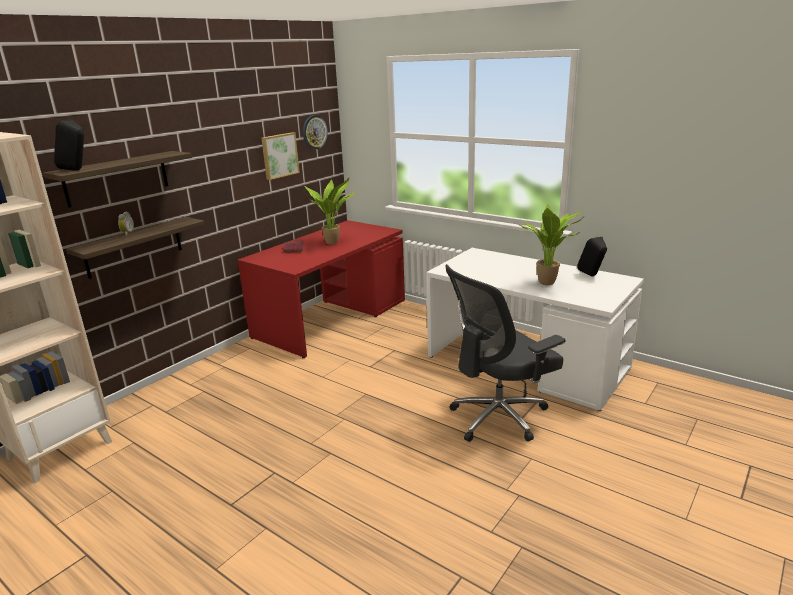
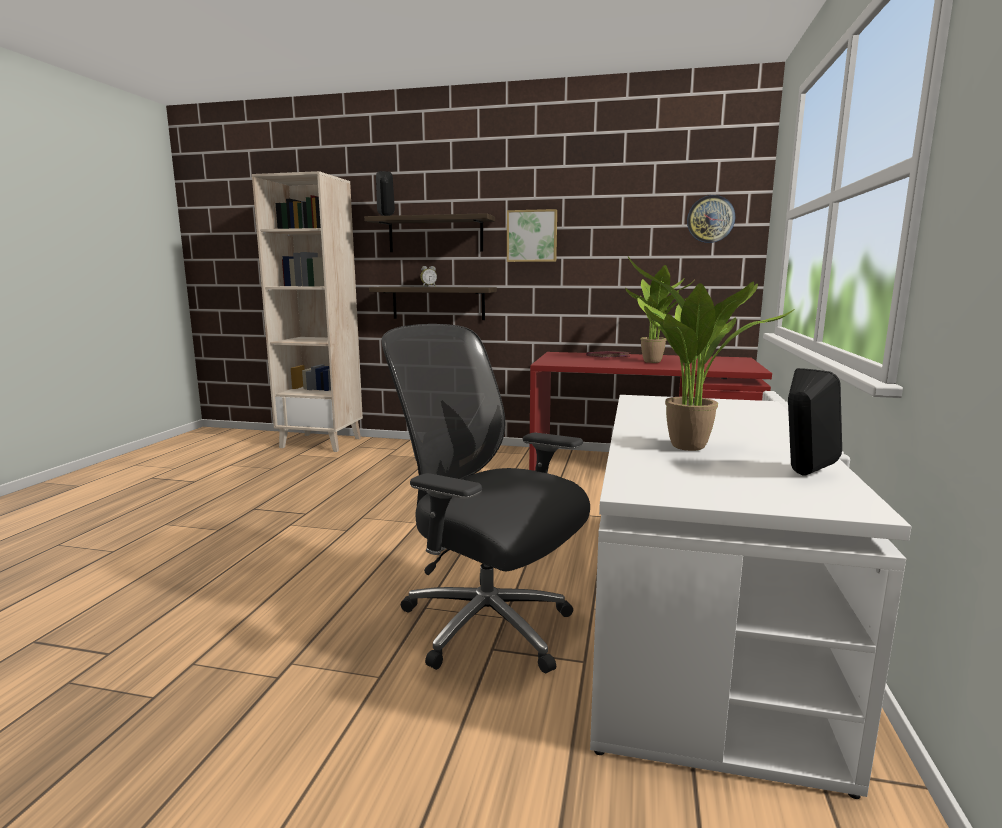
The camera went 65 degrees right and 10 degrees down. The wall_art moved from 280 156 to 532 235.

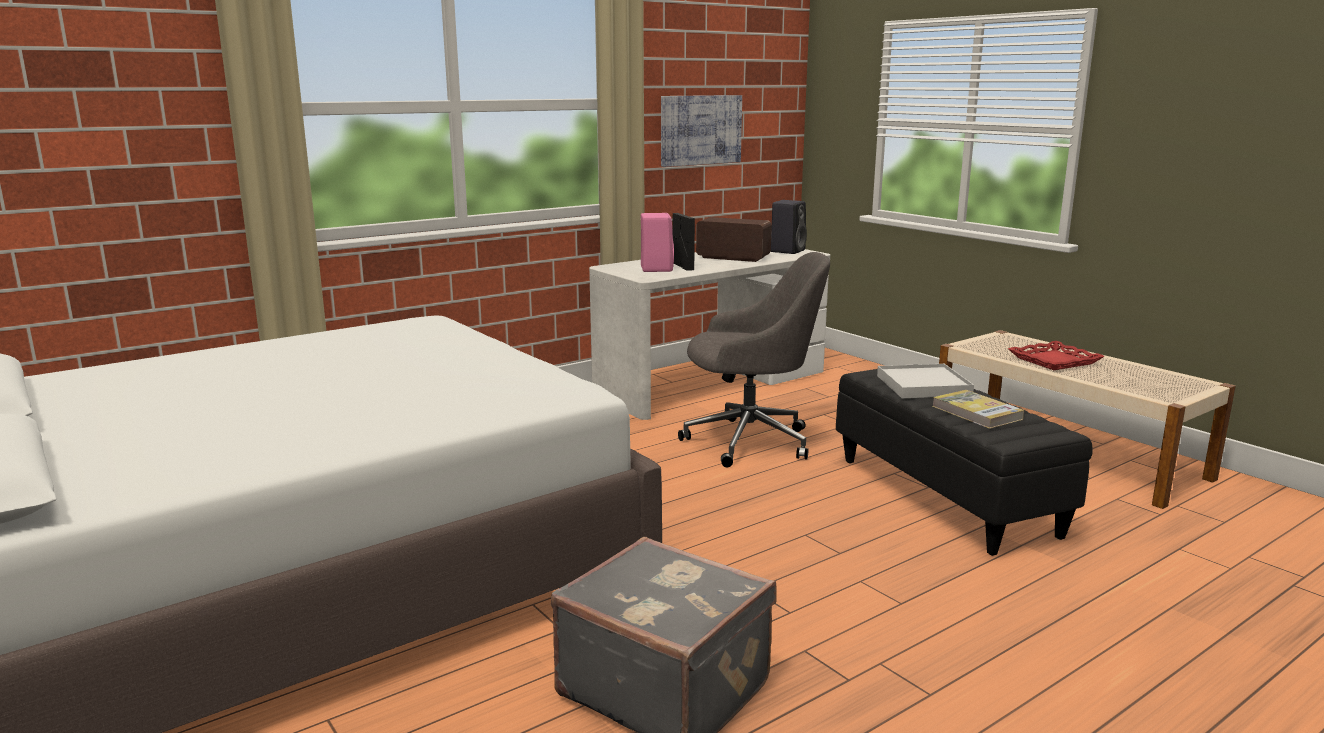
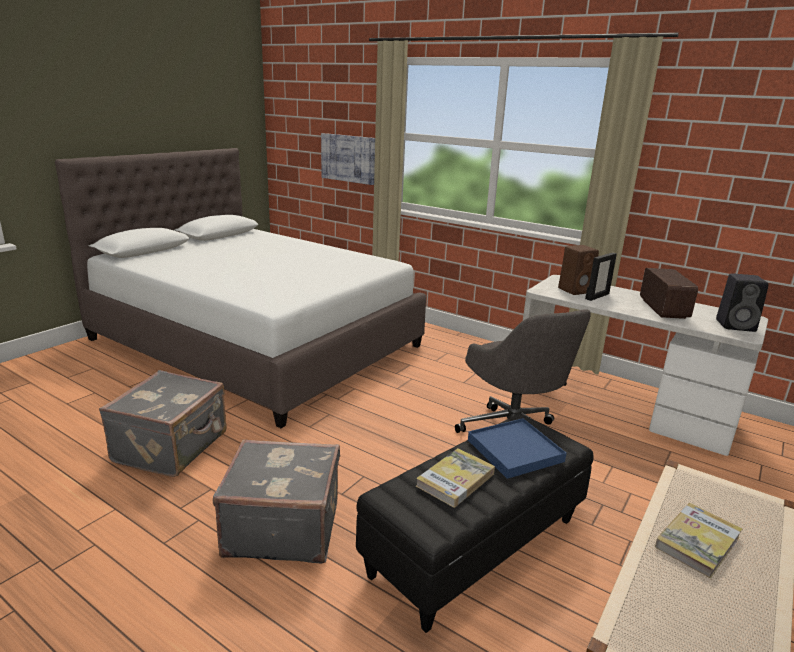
The camera went 70 degrees right and 5 degrees up. The greyish_travel_case at 276 501 appeared. The wall_art moved from 701 131 to 348 159. The white_carrying_tray at 925 381 became the bluish_carrying_tray at 517 448. The pink-coloured_audio_speaker at 657 242 became the brownish_audio_speaker at 578 270. The red-coloured_carrying_tray at 1056 355 was replaced by the bound_book at 698 541.

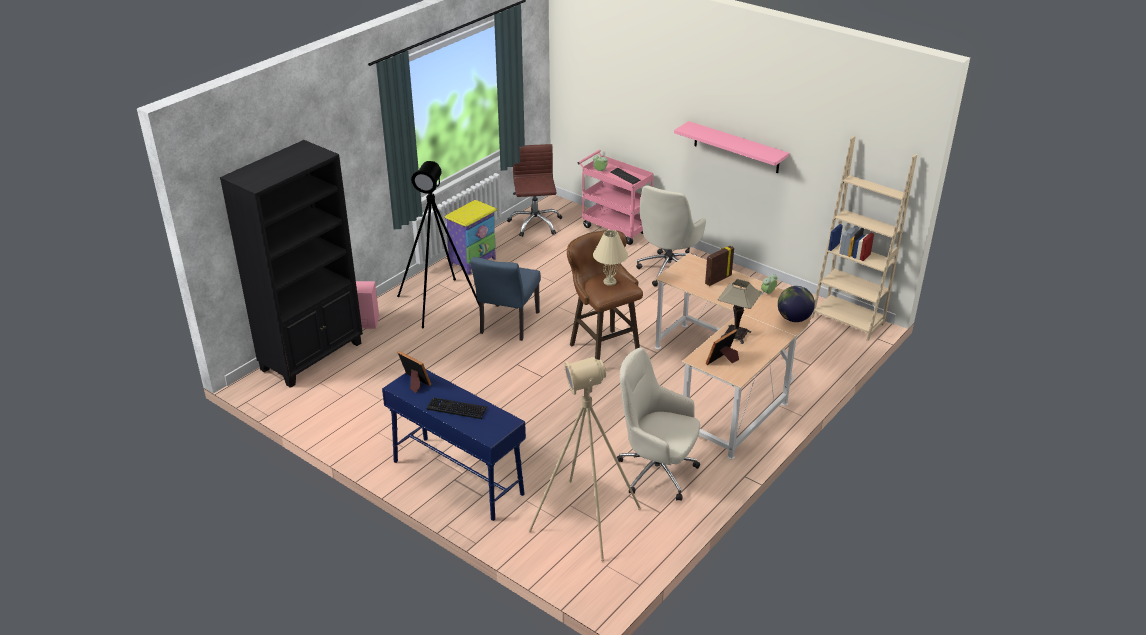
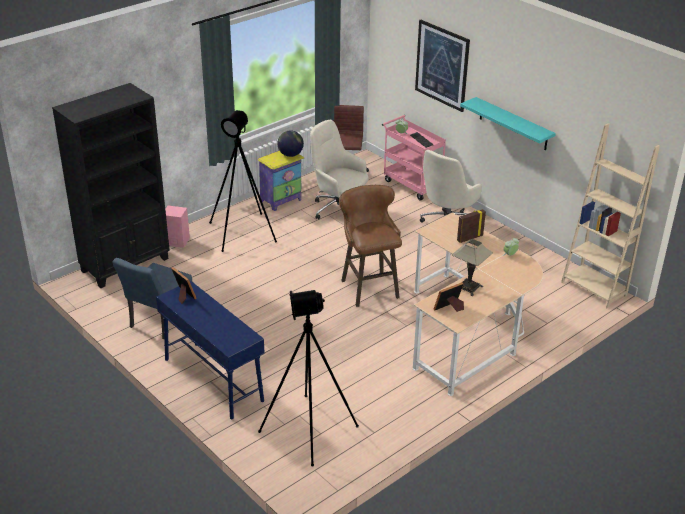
The camera went 10 degrees right and 0 degrees up. The bluish_chair moved from 505 299 to 152 298. The beige_standing_lamp at 585 459 became the black_standing_lamp at 308 378. The world_globe moved from 796 304 to 290 144. The beige_office_chair moved from 658 424 to 339 169. The wall_art at 442 66 appeared. The pink-coloured_wall_shelf at 731 147 became the blue-green_wall_shelf at 508 123. The computer_keyboard at 457 408 disappeared. The beige_table_lamp at 610 258 disappeared.

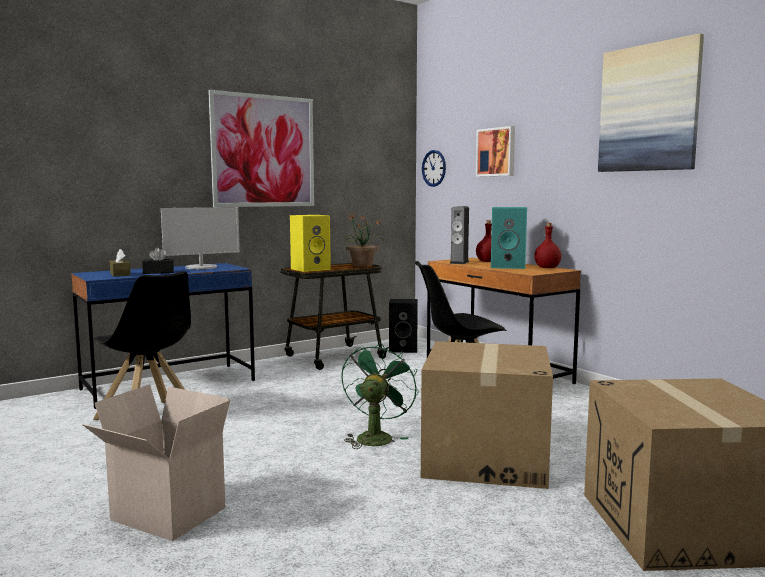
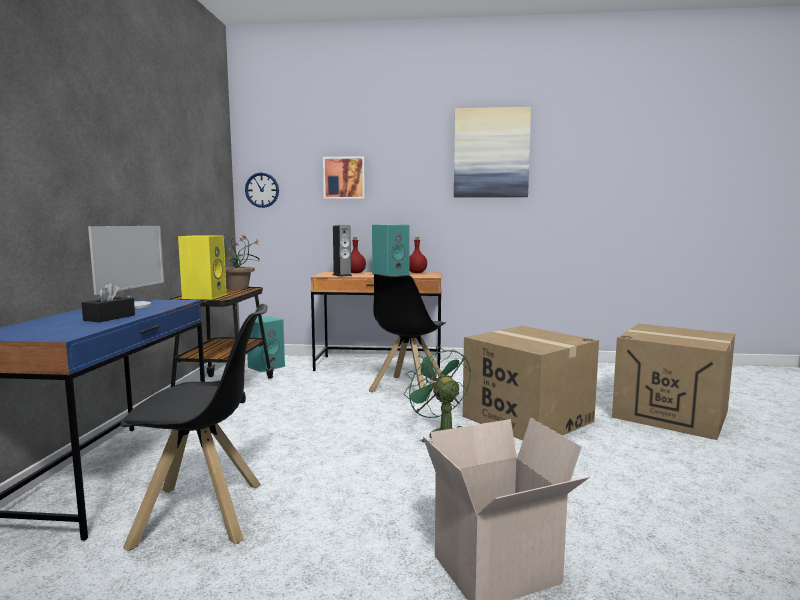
The camera went 50 degrees left and 0 degrees up. The black_audio_speaker at 403 326 became the blue-green_audio_speaker at 266 344. The brownish_tissue_holder at 120 263 disappeared. The wall_art at 261 148 disappeared.

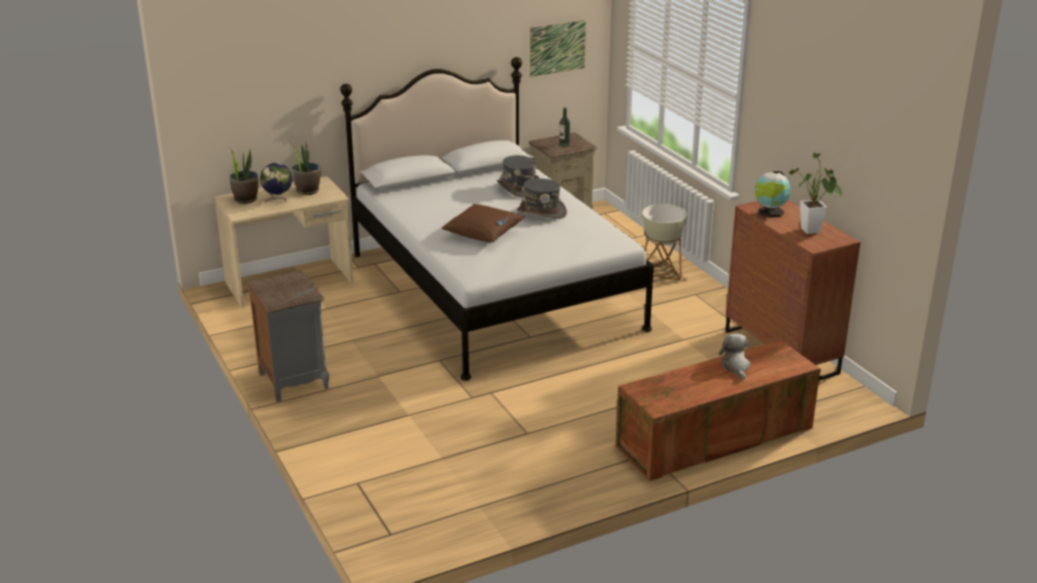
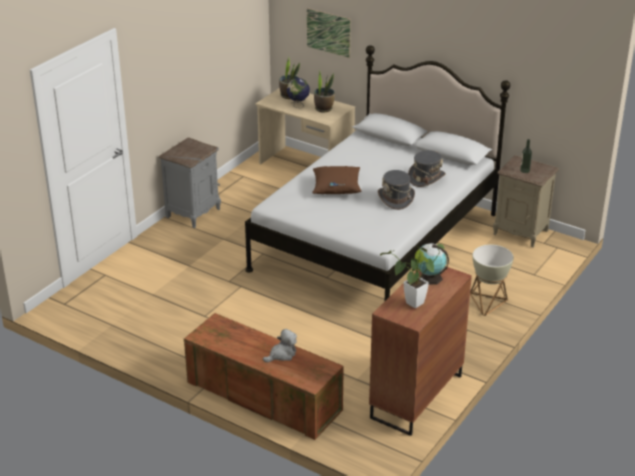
The camera went 60 degrees right and 5 degrees up. The wall_art moved from 558 48 to 329 33.

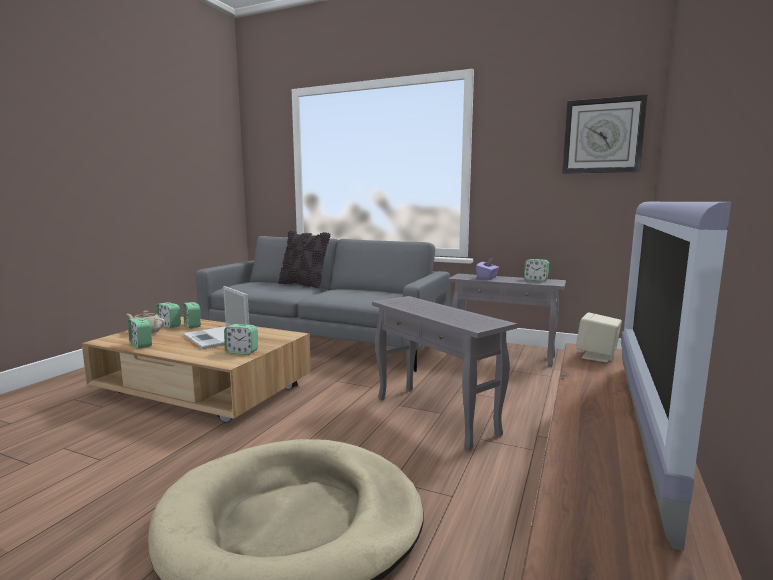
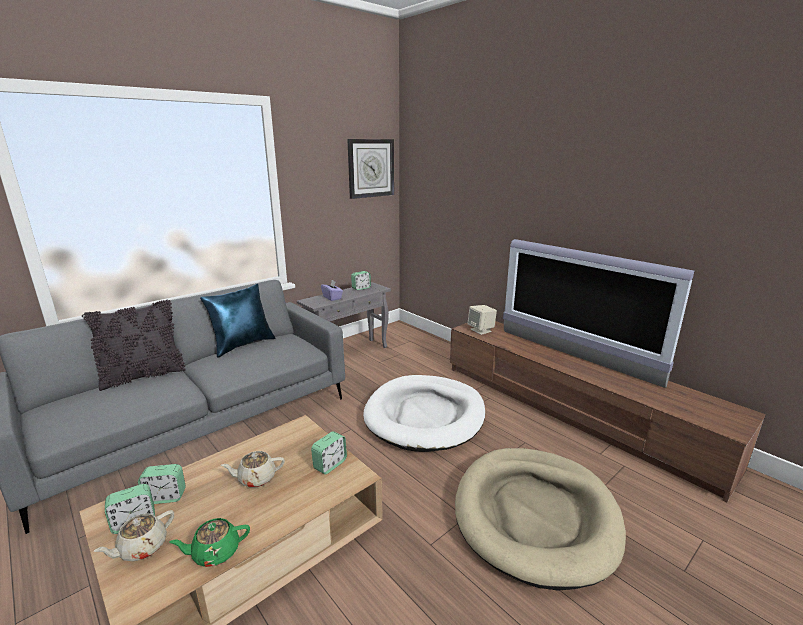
The camera went 65 degrees left and 10 degrees up. The alarm_clock at 140 333 was replaced by the greenish_tea_pot at 209 542. The bluish_cushion at 238 321 appeared. The laptop at 216 317 was replaced by the beige_tea_pot at 253 469. The greyish_accent_table at 444 373 was replaced by the white_pet_bed at 424 413.

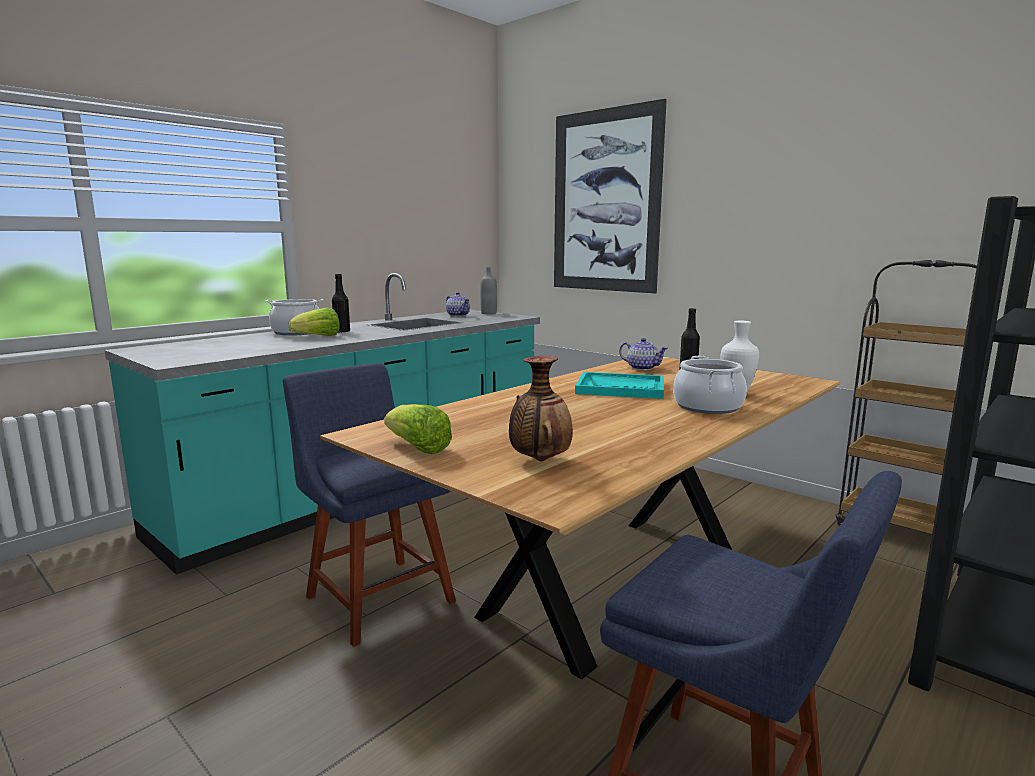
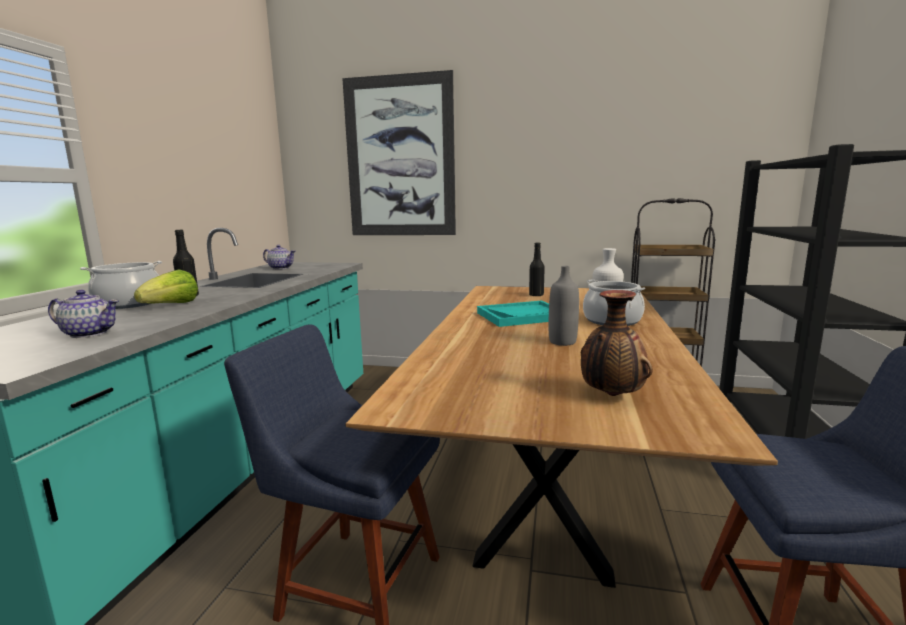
The camera went 30 degrees left and 0 degrees up. The tea_pot moved from 643 354 to 83 314. The greyish_drink_bottle moved from 488 290 to 564 306. The lettuce at 418 429 disappeared.

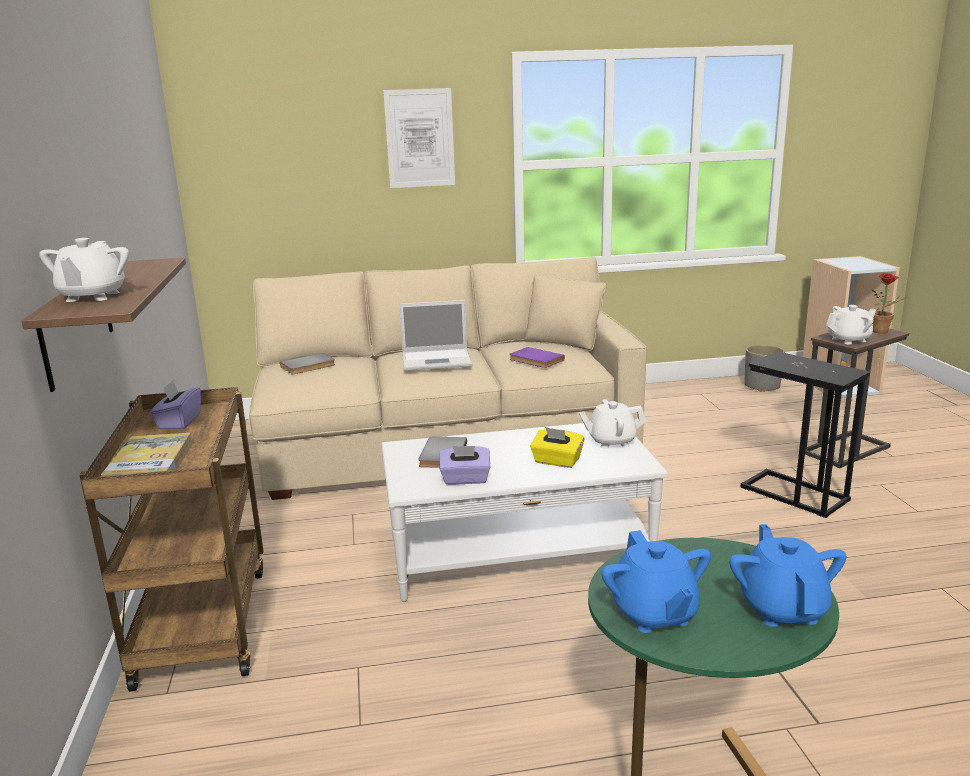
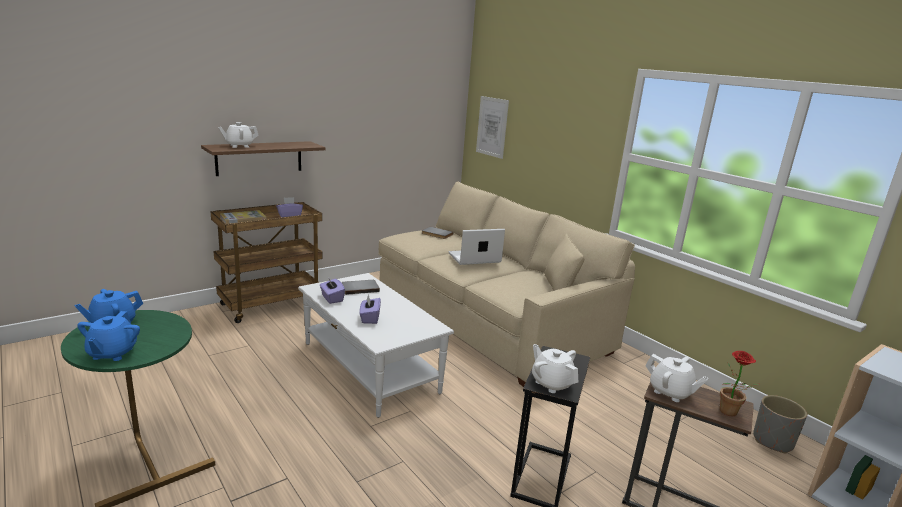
The camera went 60 degrees right and 0 degrees up. The bluish_tea_pot at 788 575 turned 120 degrees clockwise. The yellow-coloured_tissue_holder at 557 447 became the purple-coloured_tissue_holder at 370 309. The laptop at 435 335 turned 105 degrees clockwise. The wall_art moved from 419 138 to 492 127. The white_tea_pot moved from 612 424 to 555 368. The purple-coloured_bound_book at 537 357 disappeared.

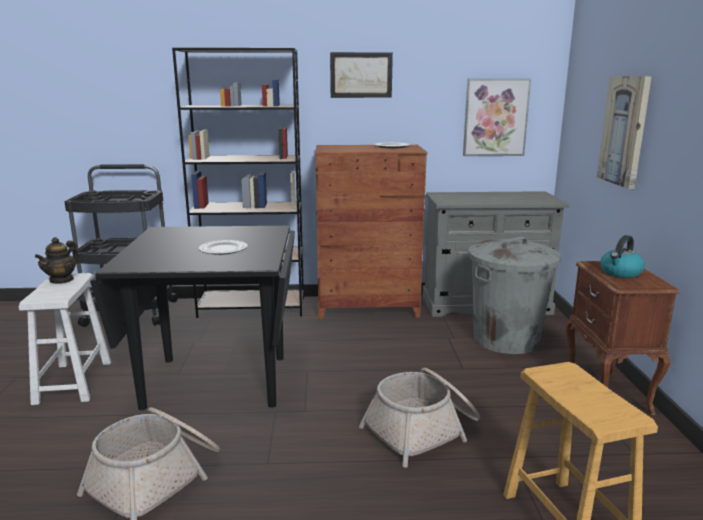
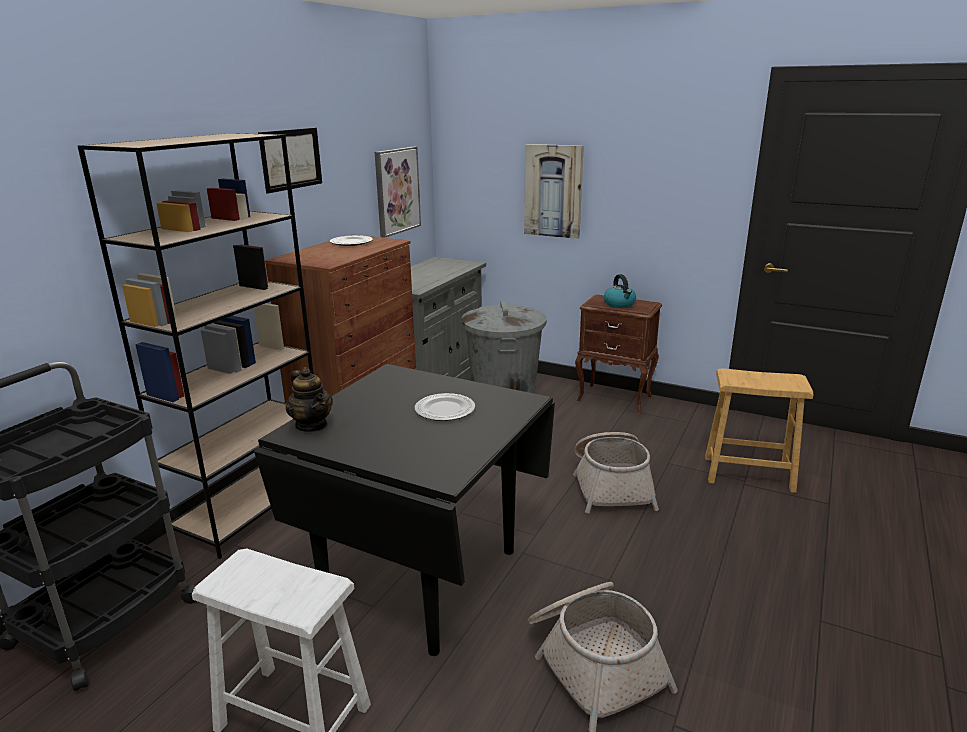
The camera went 60 degrees left and 5 degrees up. The tea_pot moved from 57 260 to 309 399.

